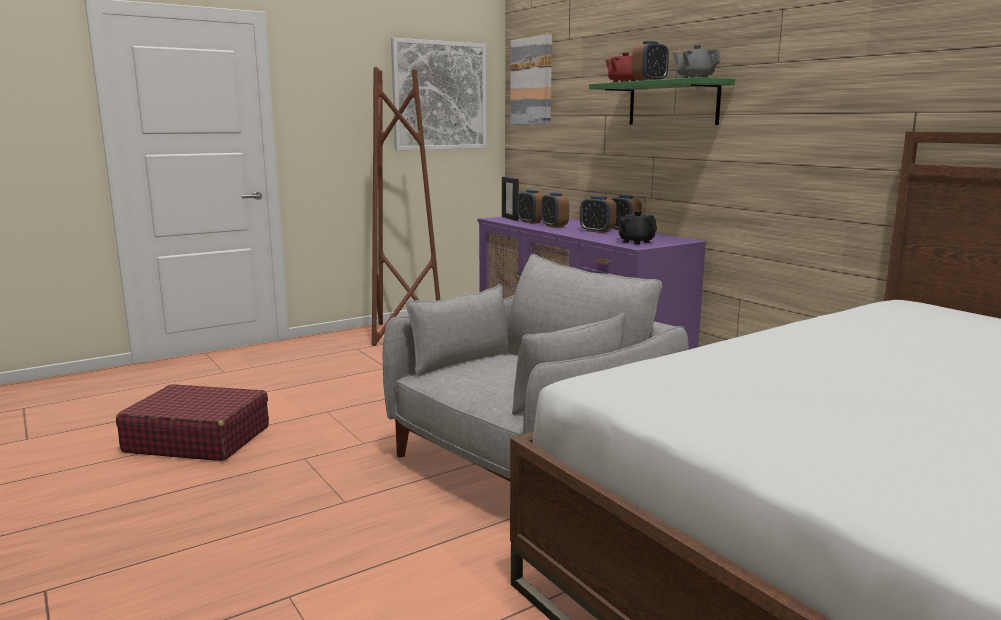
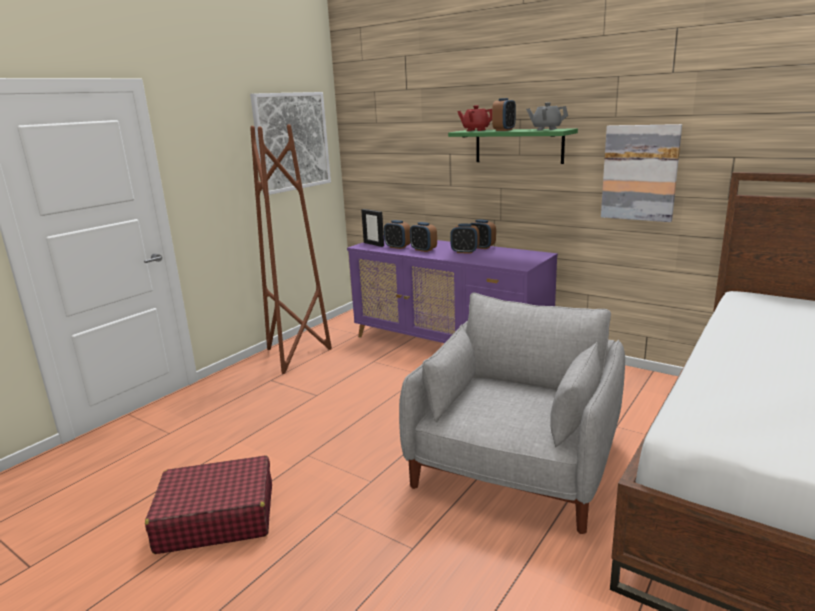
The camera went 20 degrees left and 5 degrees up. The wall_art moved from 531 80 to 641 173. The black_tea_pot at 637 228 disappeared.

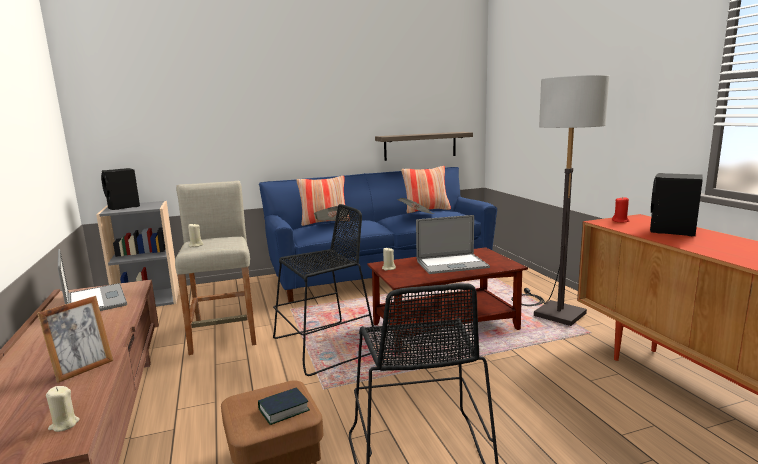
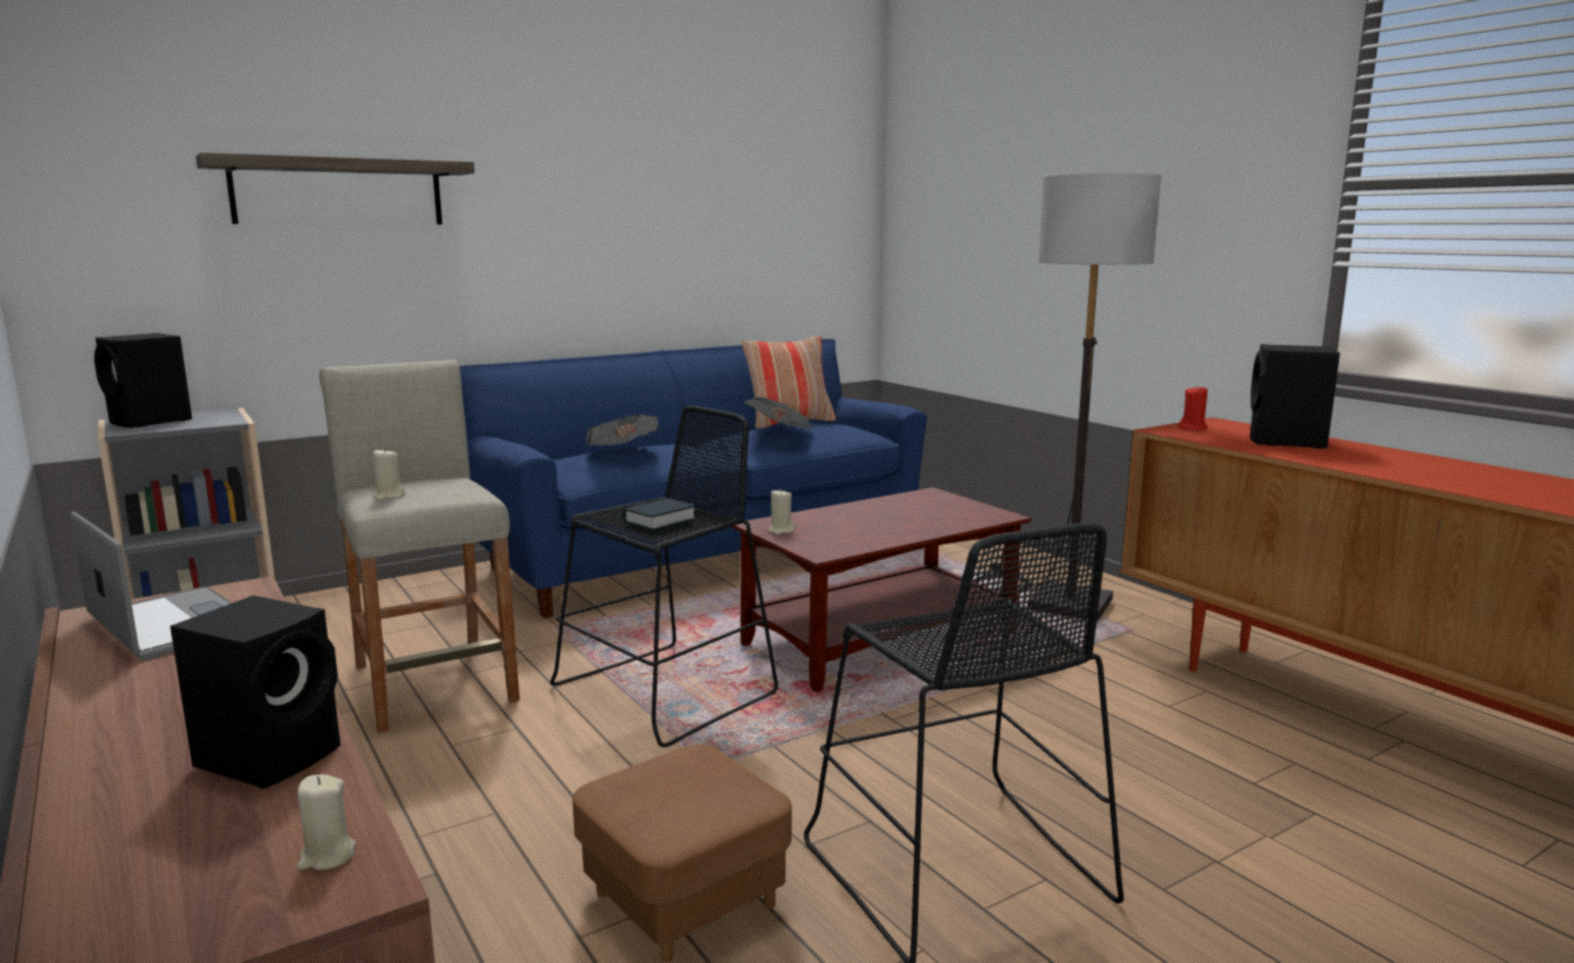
The camera went 15 degrees left and 0 degrees up. The photo_frame at 75 339 was replaced by the black_audio_speaker at 255 692. The wall_shelf moved from 424 146 to 335 188. The bound_book moved from 284 406 to 660 514. The cushion at 323 201 disappeared. The laptop at 453 244 disappeared.

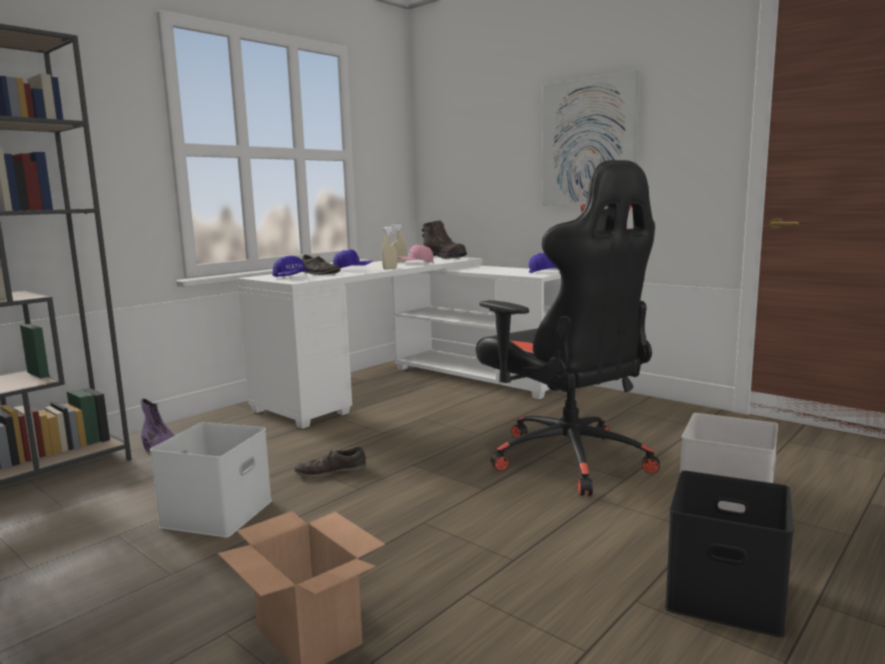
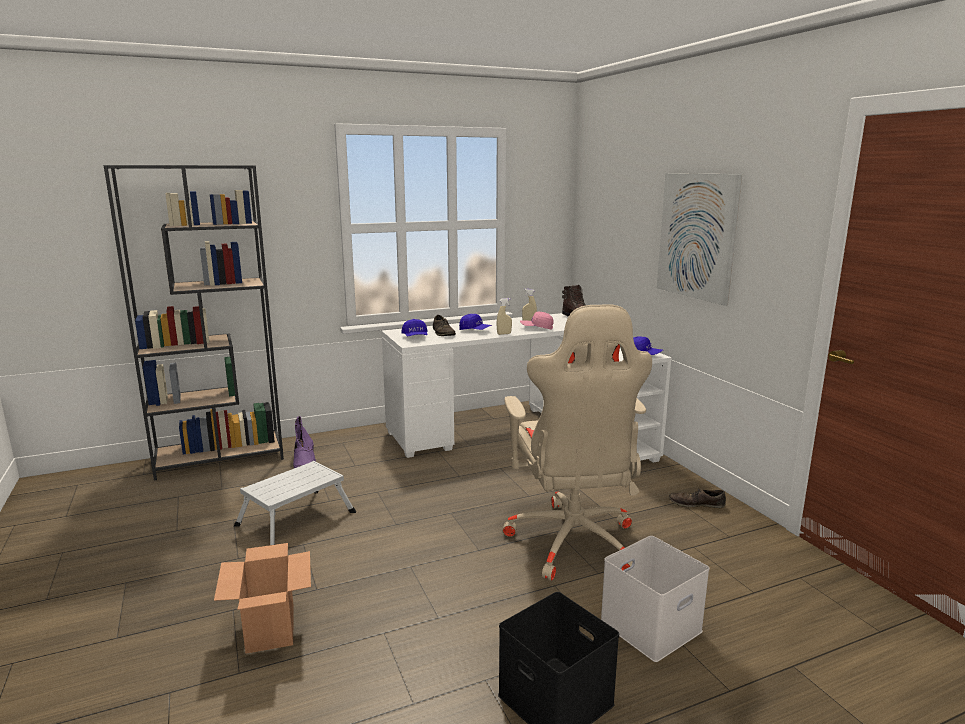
The camera went 25 degrees right and 5 degrees up. The white_storage_bin at 211 479 was replaced by the white_stepladder at 295 503. The black_office_chair at 568 328 became the beige_office_chair at 577 442. The brownish_low_shoe moved from 330 462 to 697 498.

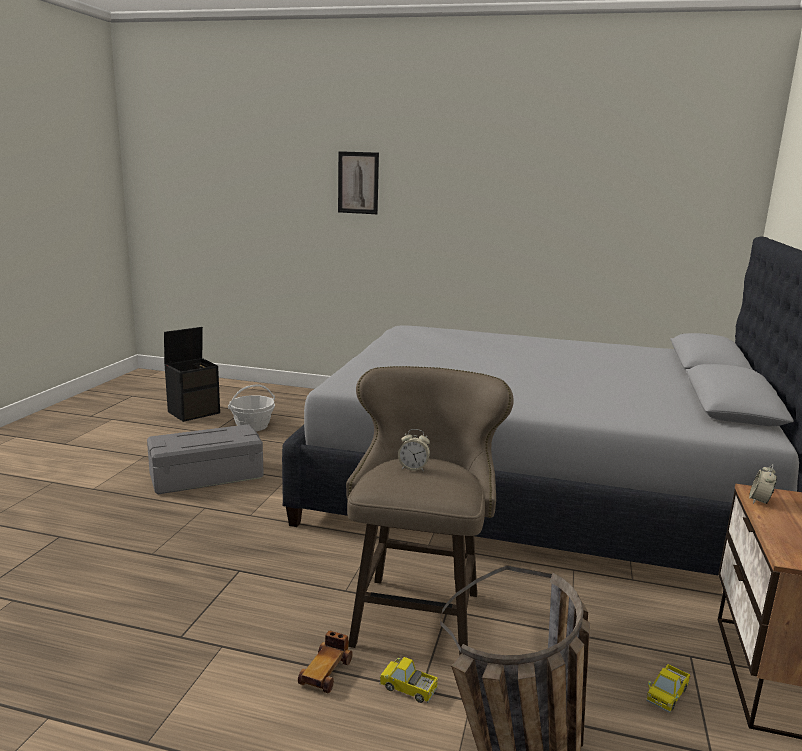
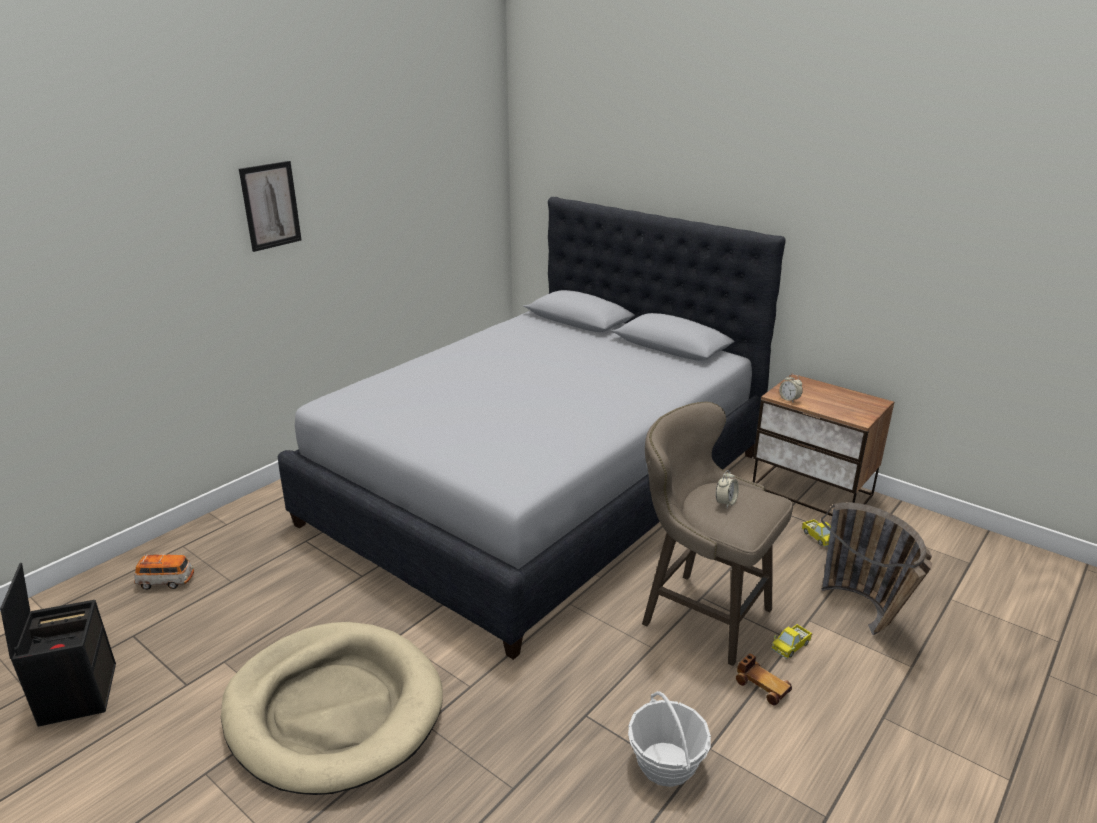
The camera went 65 degrees left and 10 degrees up. The toy_car at 164 572 appeared. The greyish_storage_bin at 205 459 was replaced by the beige_pet_bed at 332 708. The wall_art moved from 358 182 to 270 206. The household_basket moved from 251 408 to 669 739.

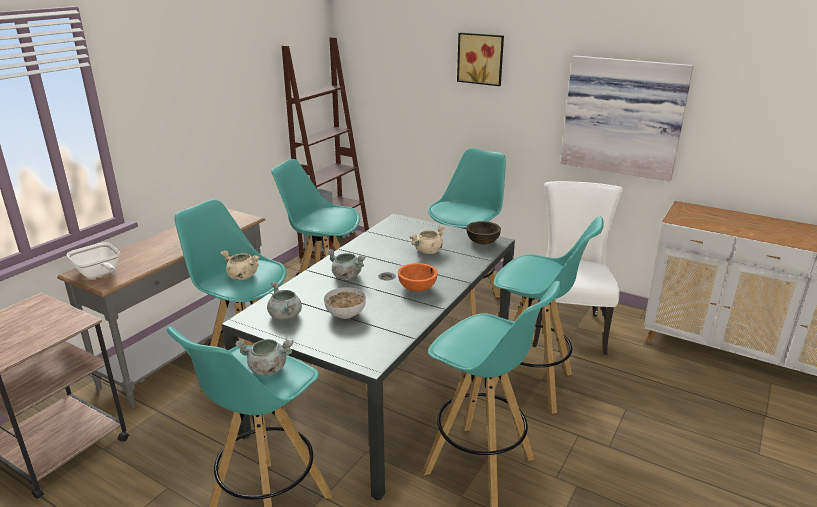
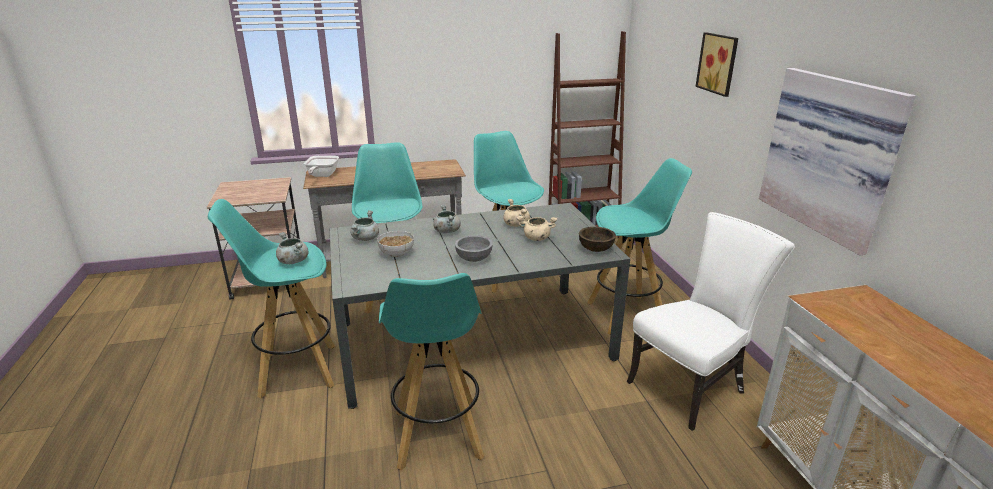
The camera went 45 degrees right and 0 degrees up. The orange-coloured_bowl at 418 277 became the greyish_bowl at 474 248. The beige_saucepot moved from 240 265 to 517 213. The blue-green_stool at 544 315 disappeared.

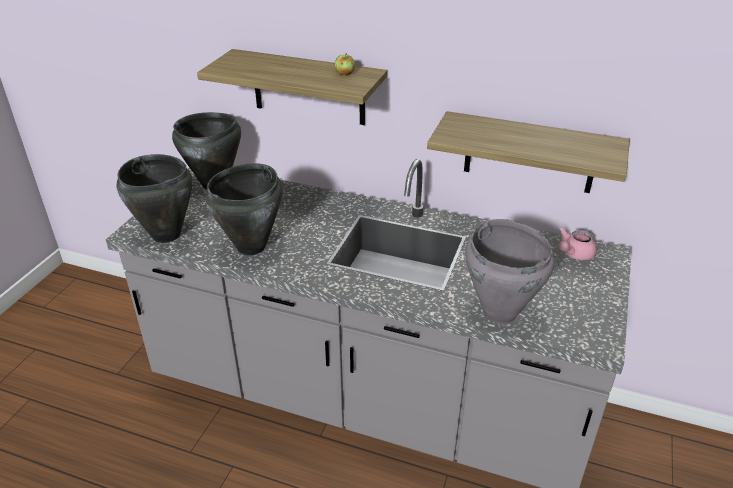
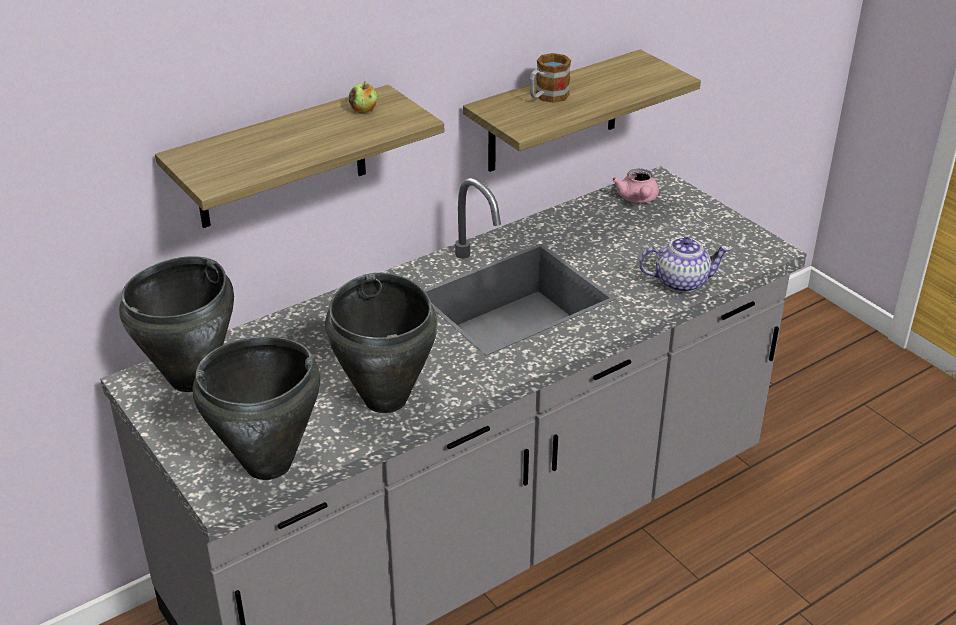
The camera went 55 degrees left and 0 degrees up. The coffee_mug at 550 78 appeared. The greyish_saucepot at 510 271 was replaced by the tea_pot at 684 265.

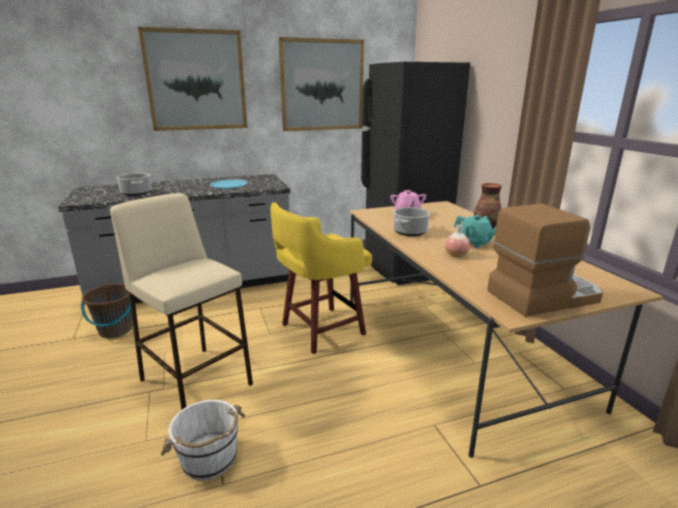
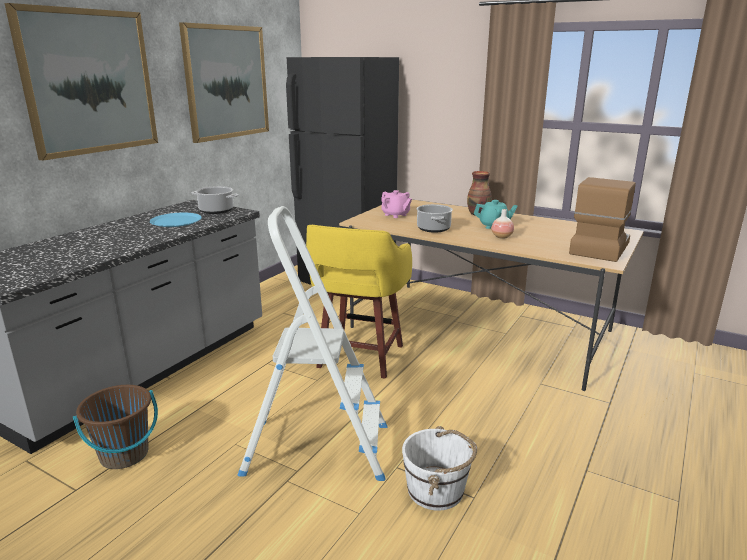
The camera went 40 degrees left and 0 degrees up. The saucepot moved from 134 184 to 215 200. The beige_stool at 181 301 was replaced by the white_stepladder at 312 343.

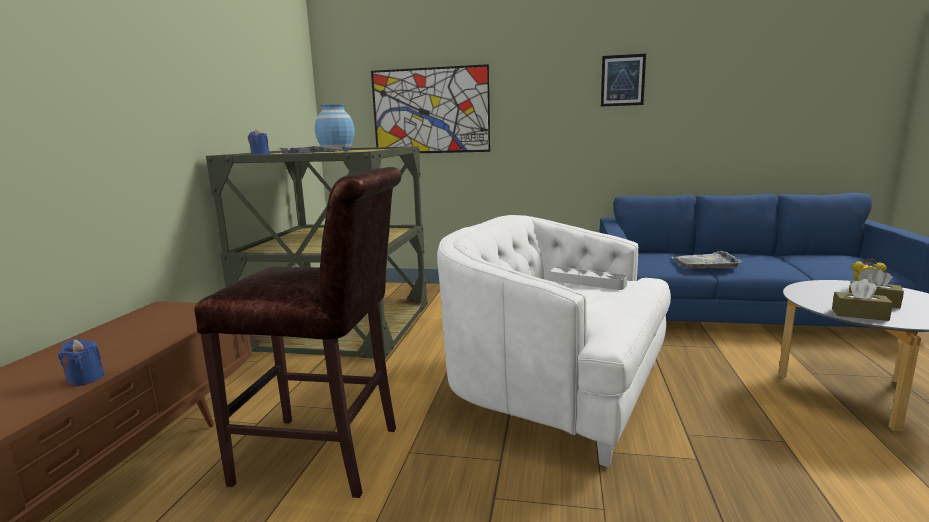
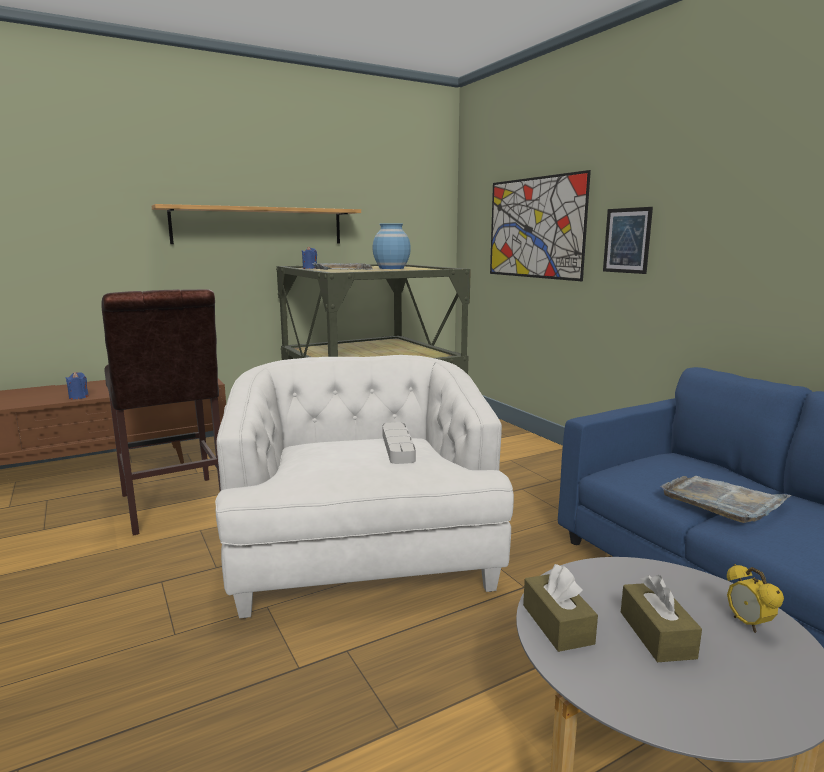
The camera went 50 degrees right and 0 degrees up. The wall_shelf at 256 224 appeared. The wall_art moved from 623 80 to 628 240.

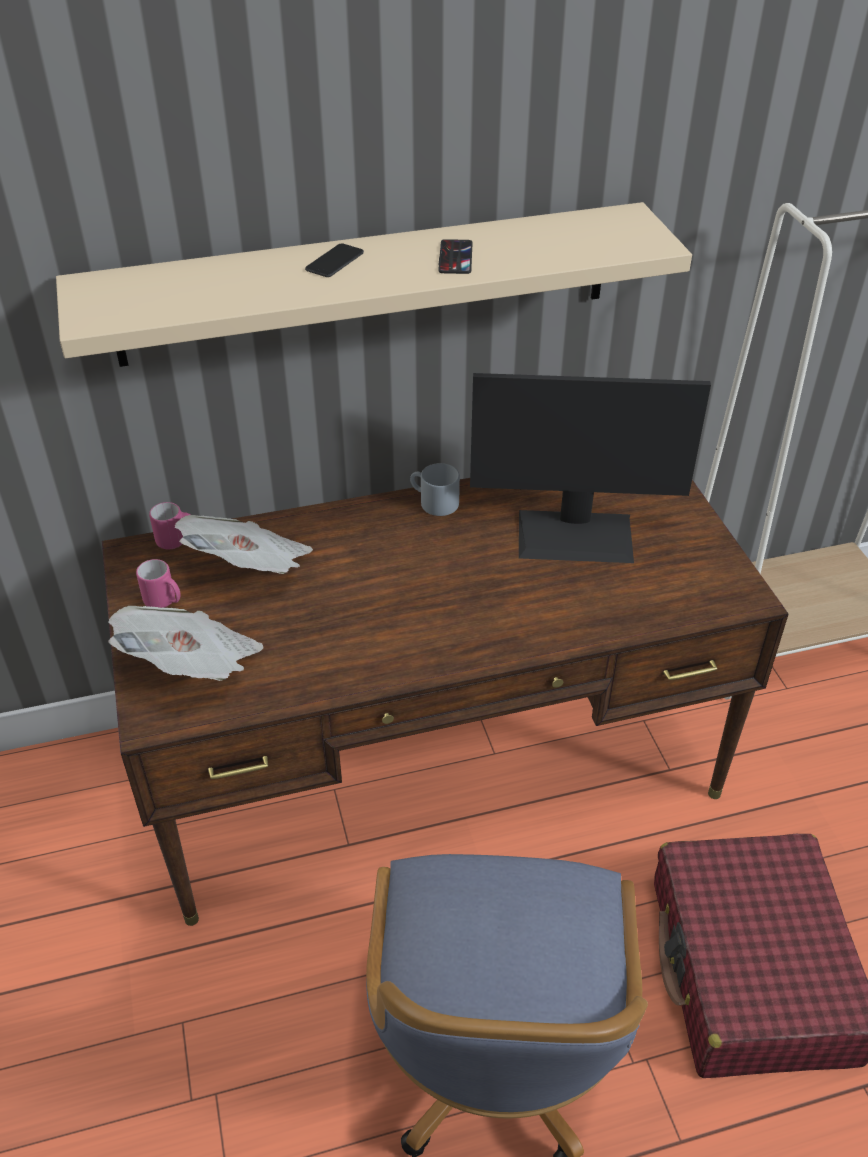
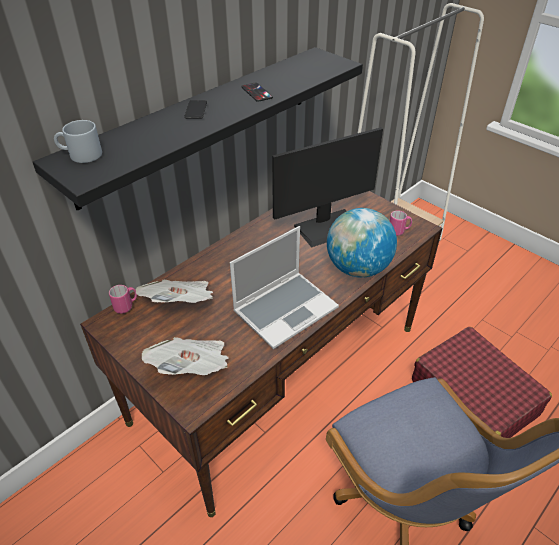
The camera went 30 degrees left and 0 degrees up. The beige_wall_shelf at 374 284 became the black_wall_shelf at 198 129. The greyish_coffee_mug moved from 435 489 to 78 141. The laptop at 284 287 appeared. The world_globe at 362 243 appeared. The pink-coloured_coffee_mug moved from 158 583 to 401 223.

